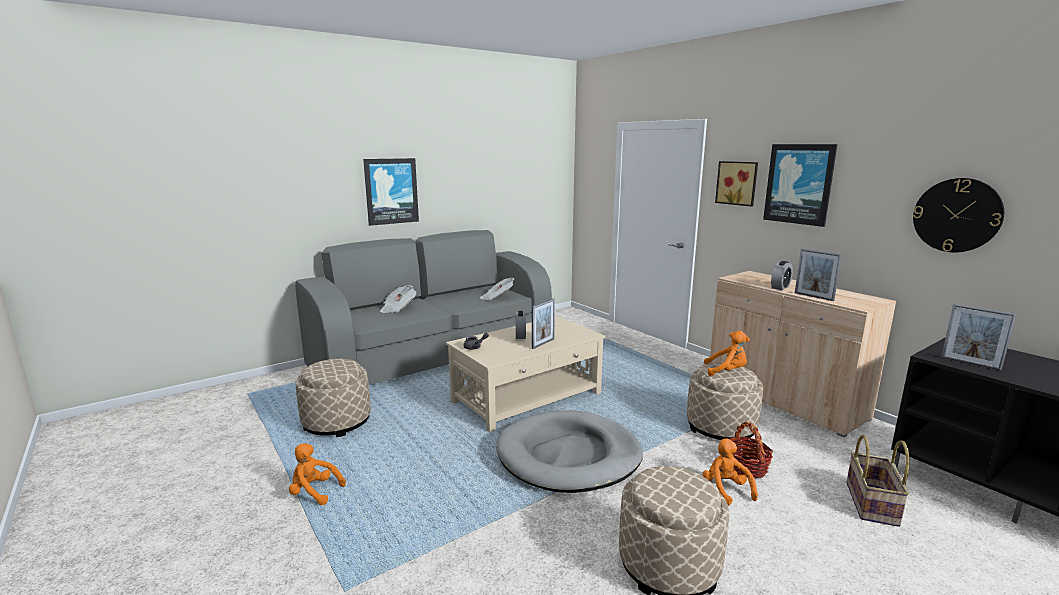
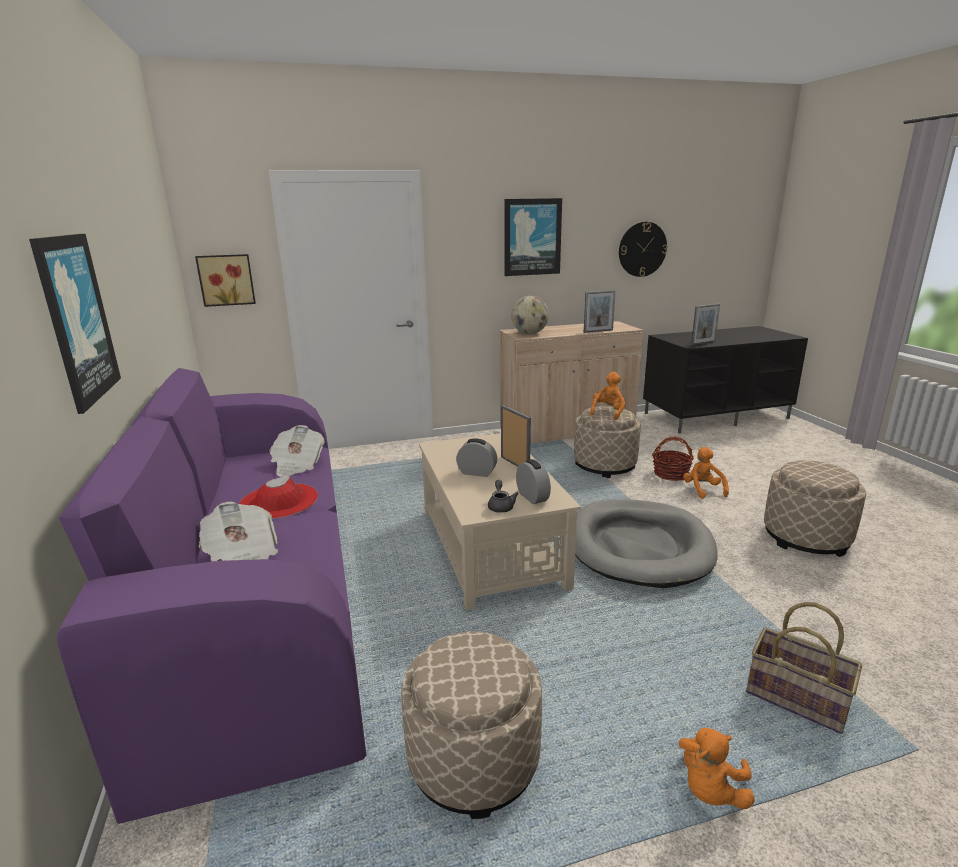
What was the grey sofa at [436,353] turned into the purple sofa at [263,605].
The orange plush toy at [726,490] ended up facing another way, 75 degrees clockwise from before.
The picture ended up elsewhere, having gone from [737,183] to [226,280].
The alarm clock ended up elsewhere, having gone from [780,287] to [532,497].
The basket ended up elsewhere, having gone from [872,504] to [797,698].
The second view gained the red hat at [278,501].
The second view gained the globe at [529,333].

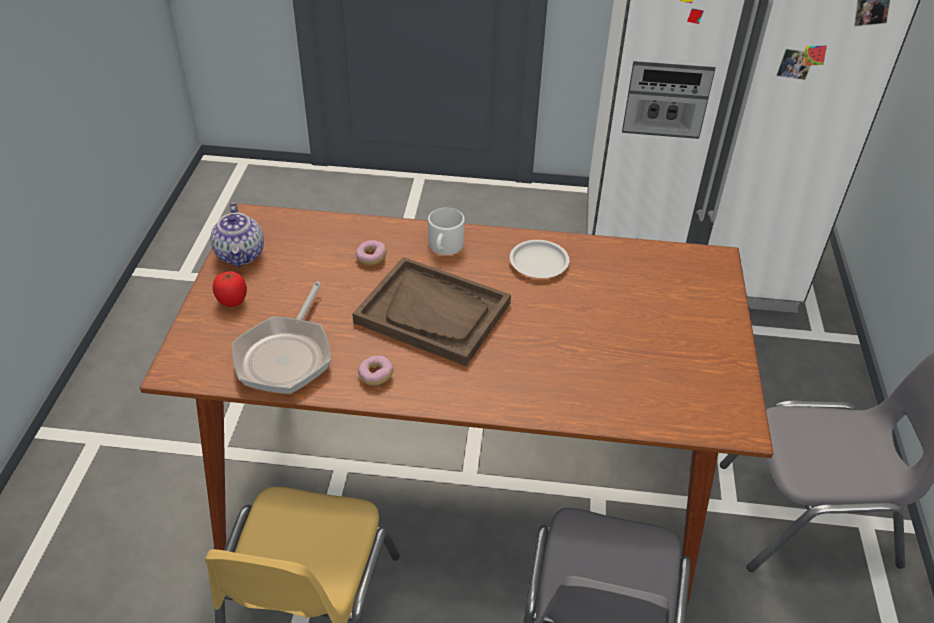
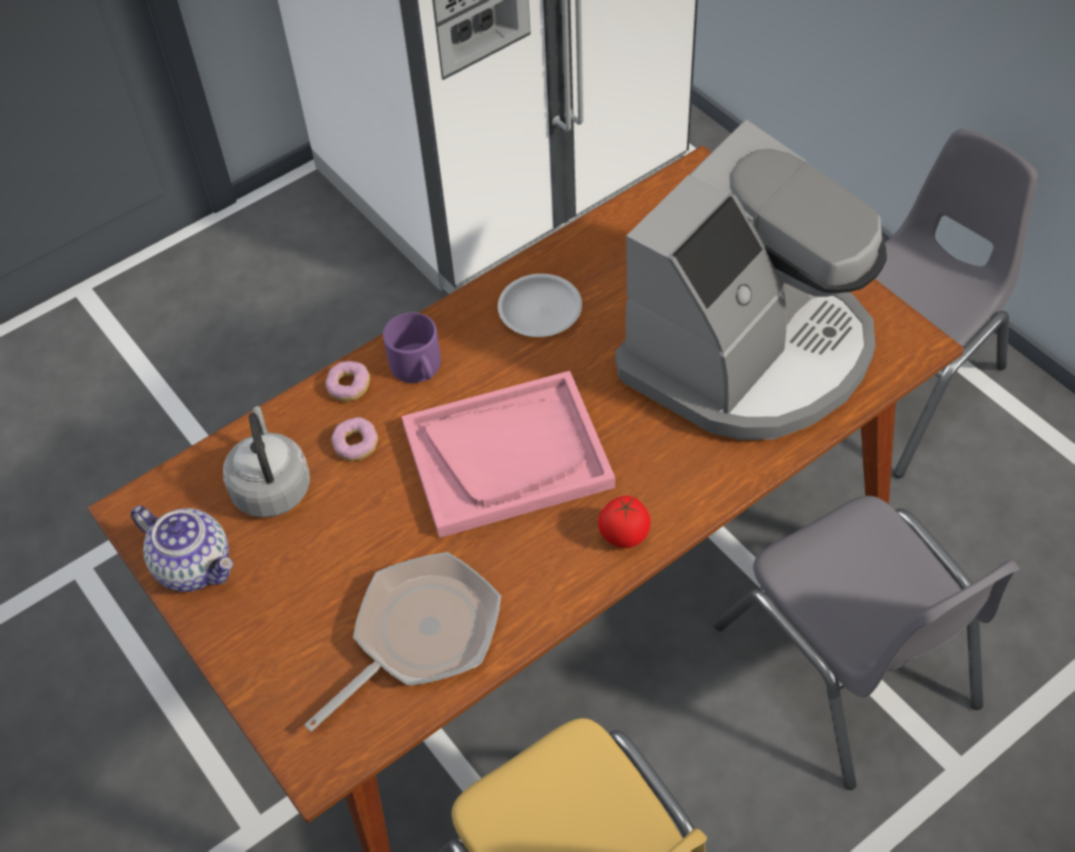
The tomato ended up elsewhere, having gone from [232,301] to [624,536].
The frying pan at [286,355] ended up facing another way, 105 degrees counterclockwise from before.
What was the brown tray at [433,313] turned into the pink tray at [507,456].
The donut ended up elsewhere, having gone from [376,376] to [349,387].
What was the white mug at [444,246] turned into the purple mug at [418,367].
The second view gained the grey kettle at [271,486].
The second view gained the coffee machine at [749,353].

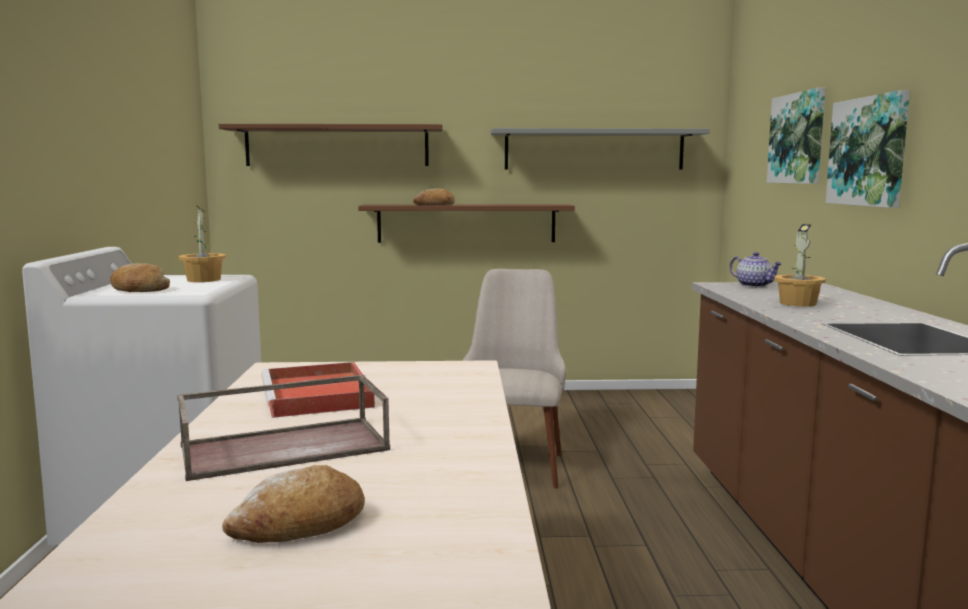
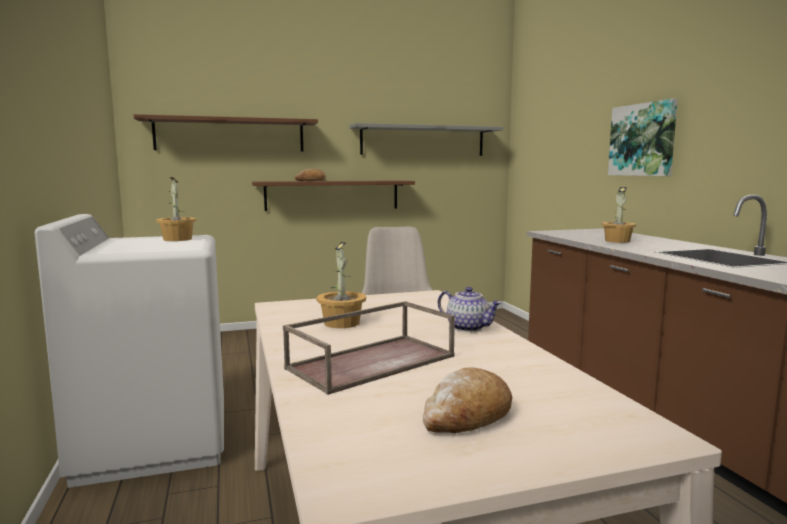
The second view lost the bread at [138,290].
Where the red tray stood at [318,396], the potted plant came to stand at [342,323].
The teapot ended up elsewhere, having gone from [754,285] to [468,327].
The second view lost the picture at [798,138].

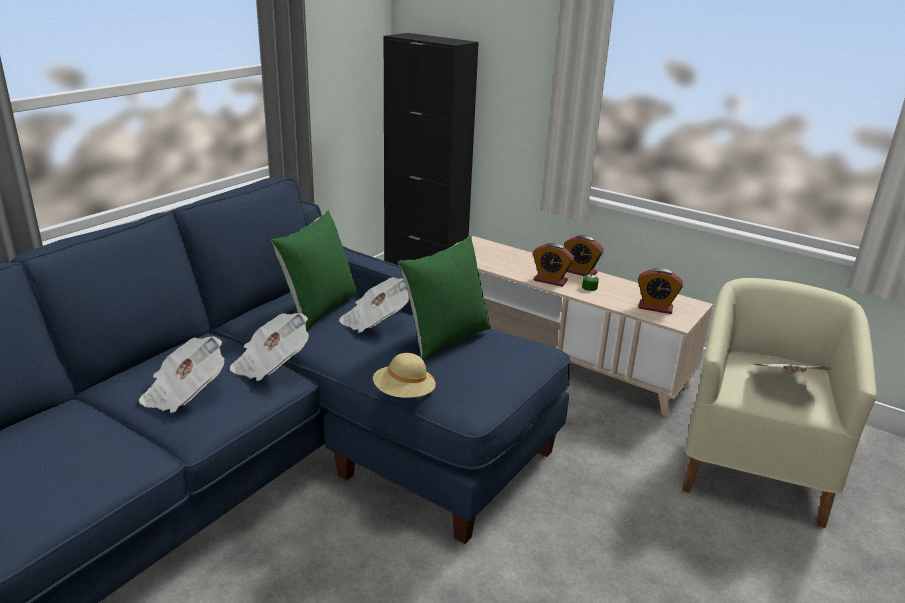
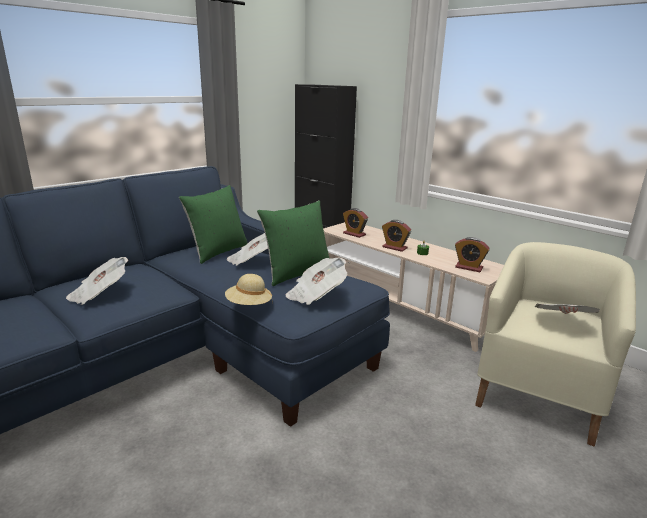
The newspaper ended up elsewhere, having gone from [271,364] to [316,295].
The alarm clock ended up elsewhere, having gone from [580,272] to [354,234].

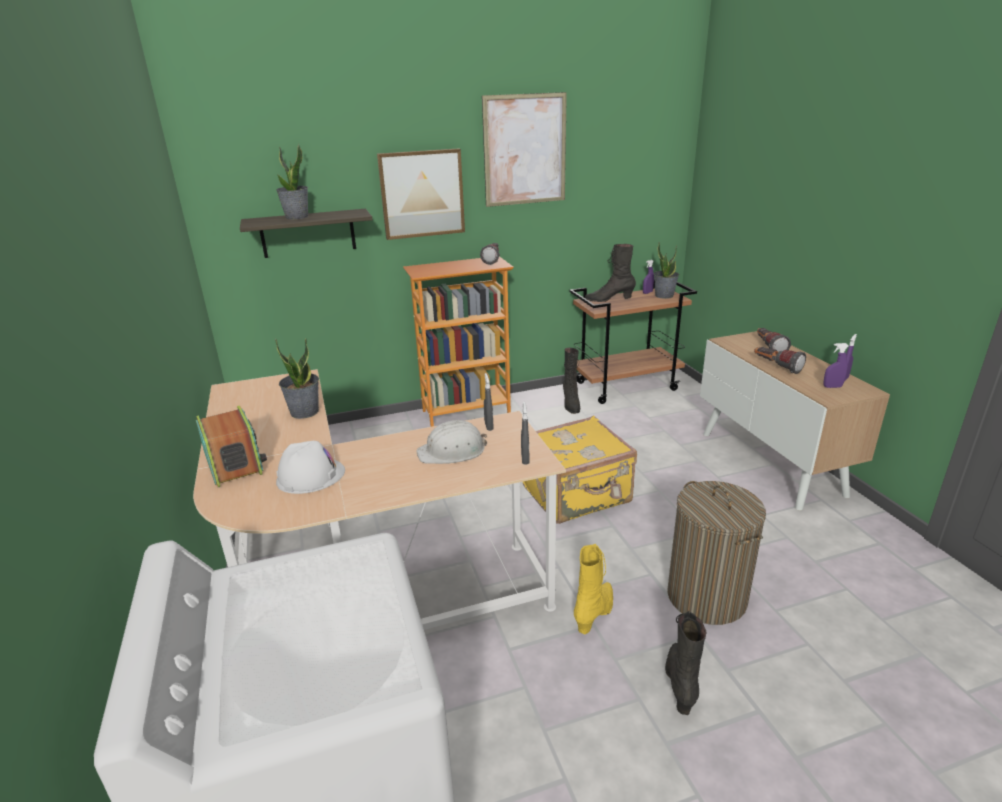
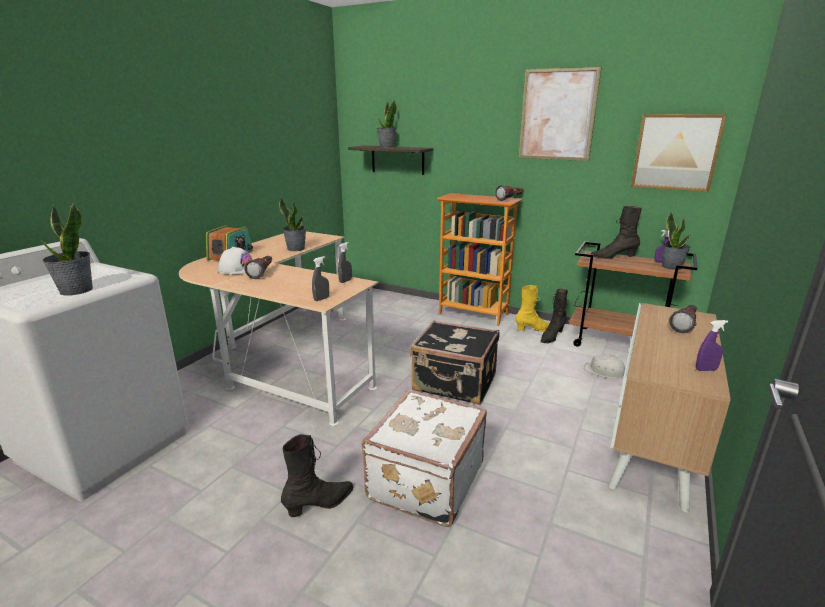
The picture ended up elsewhere, having gone from [422,194] to [675,152].
The white hard hat ended up elsewhere, having gone from [452,451] to [605,371].
What was the yellow suitcase at [577,495] turned into the black suitcase at [455,384].
The yellow boot ended up elsewhere, having gone from [595,613] to [534,329].
The black boot at [609,299] ended up facing another way, 45 degrees counterclockwise from before.
Where the laundry basket stood at [706,597], the white suitcase came to stand at [424,481].
The flashlight ended up elsewhere, having gone from [776,367] to [263,273].
The second view lost the purple spray bottle at [832,387].
The second view gained the potted plant at [76,290].

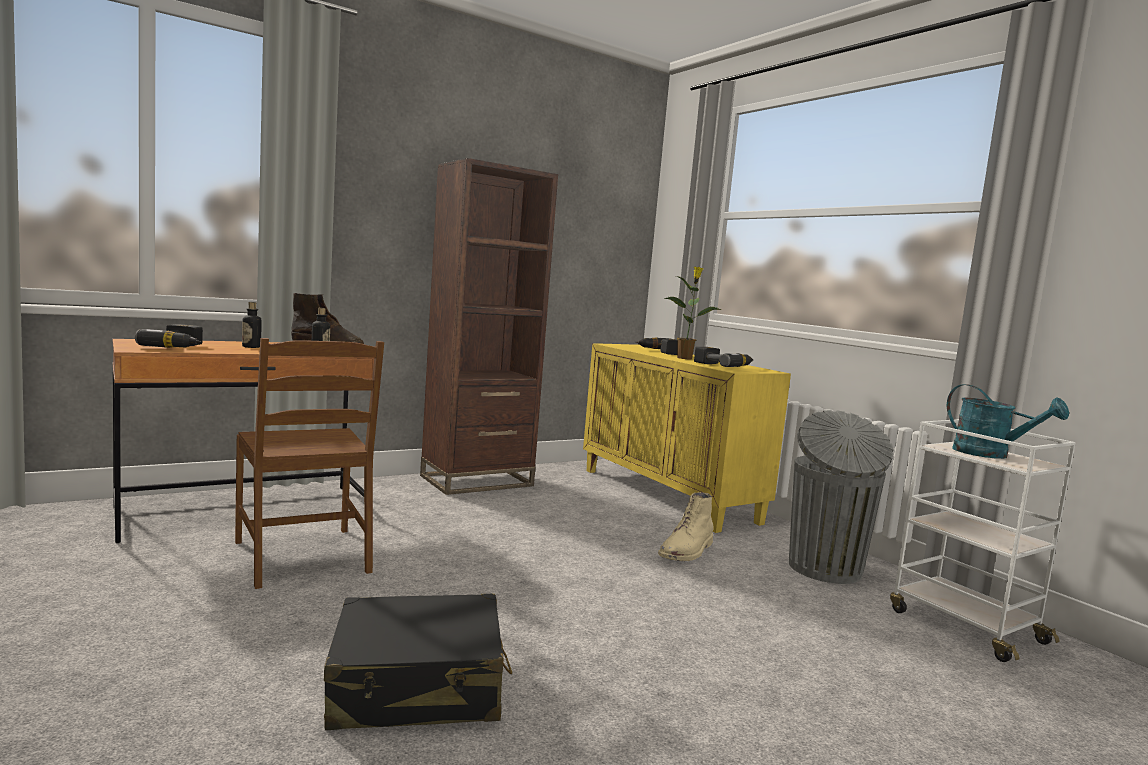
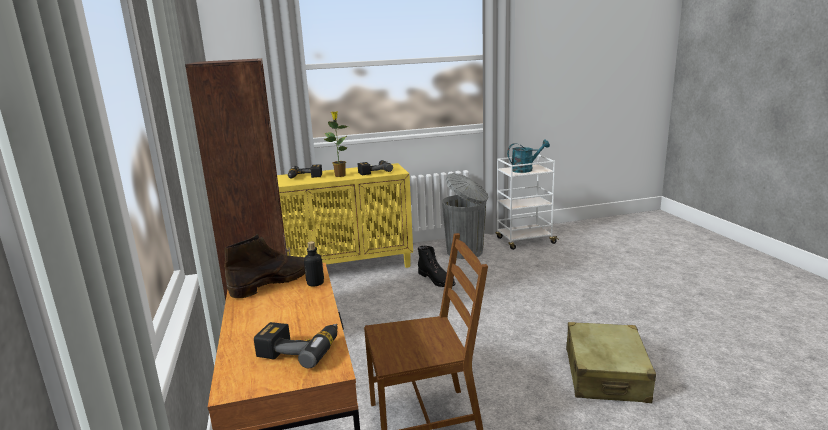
The second view lost the bottle at [251,347].
What was the black suitcase at [417,687] turned into the beige suitcase at [605,375].
What was the beige boot at [687,551] turned into the black boot at [437,280].

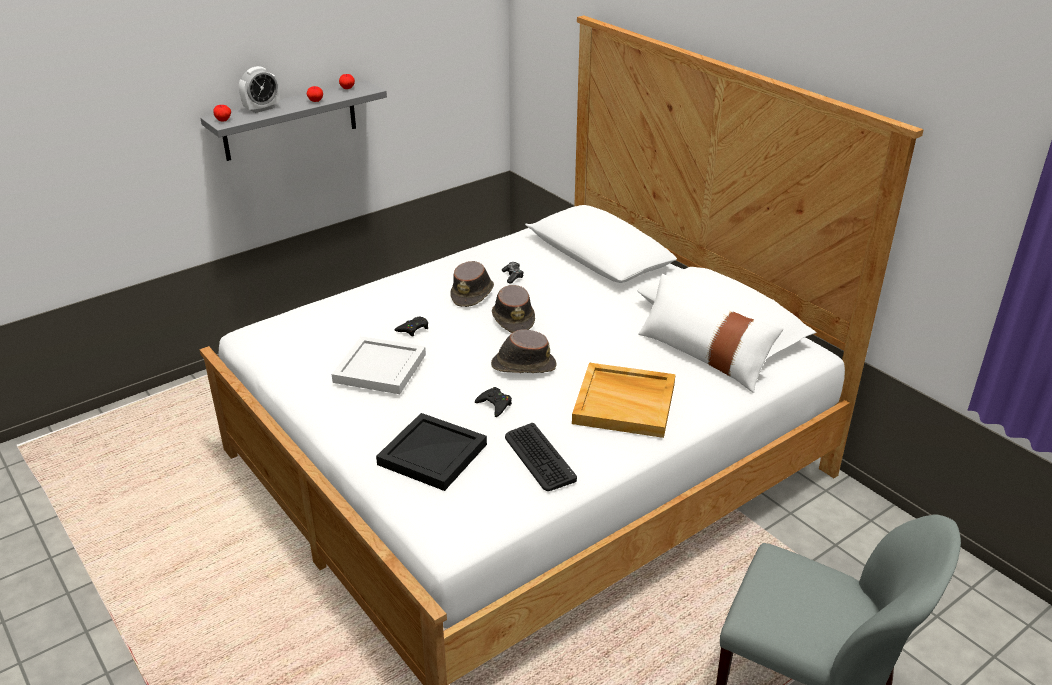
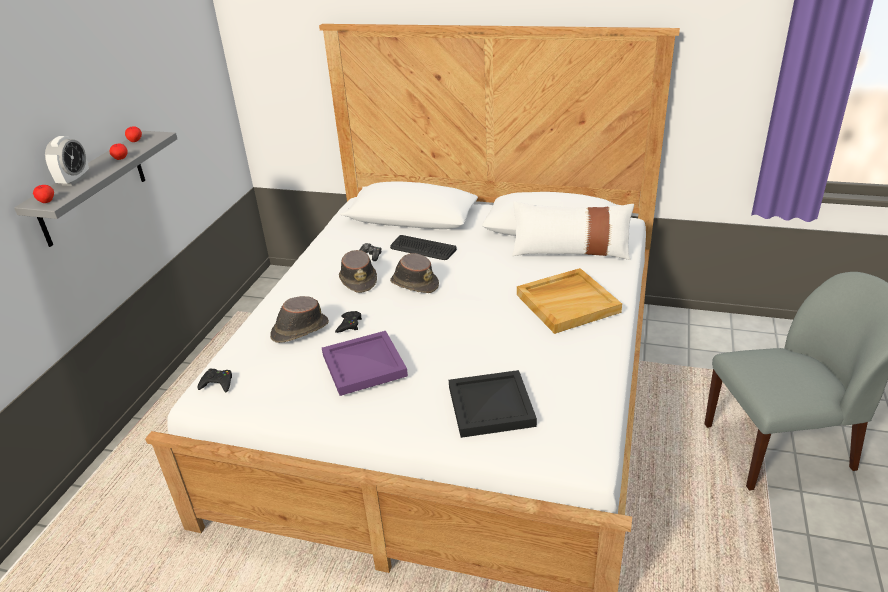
What was the white tray at [378,368] turned into the purple tray at [363,366].
The black game controller ended up elsewhere, having gone from [495,405] to [217,383].
The brown hat ended up elsewhere, having gone from [523,365] to [299,330].
The keyboard ended up elsewhere, having gone from [539,458] to [422,249].

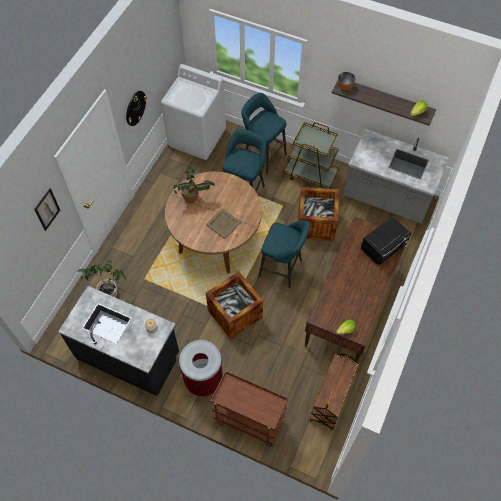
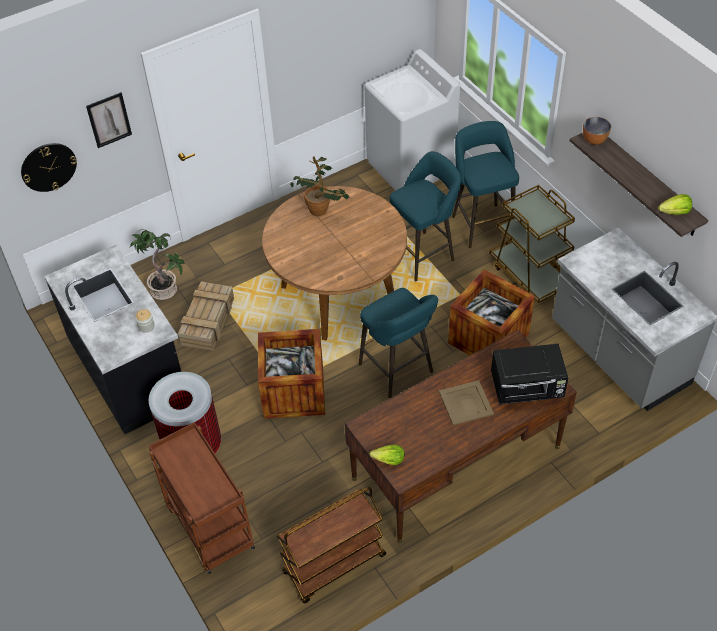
The wall clock ended up elsewhere, having gone from [135,108] to [48,167].
The beige tray ended up elsewhere, having gone from [223,223] to [466,403].
The second view gained the crate at [208,323].

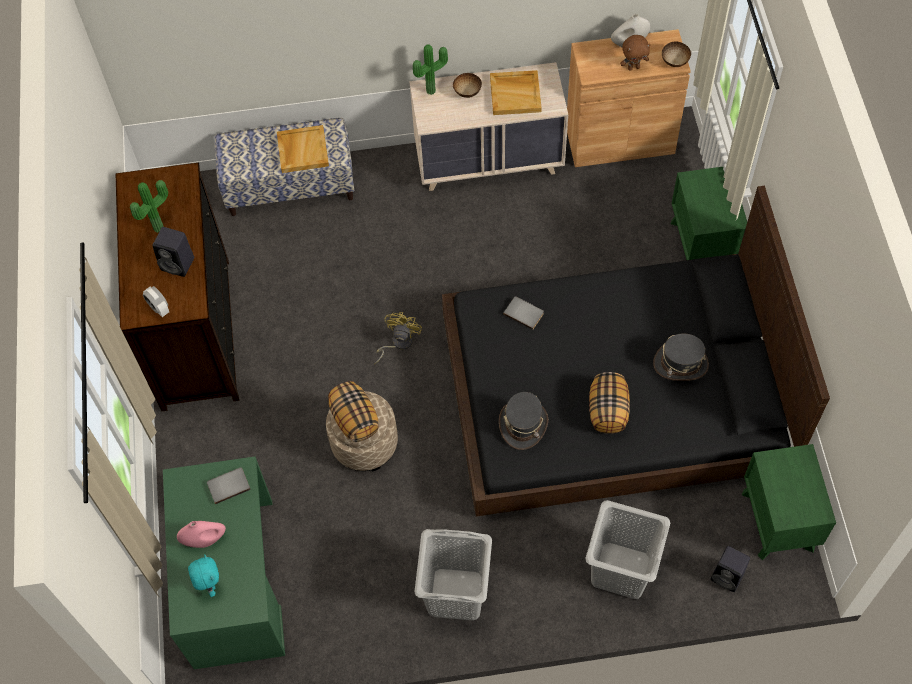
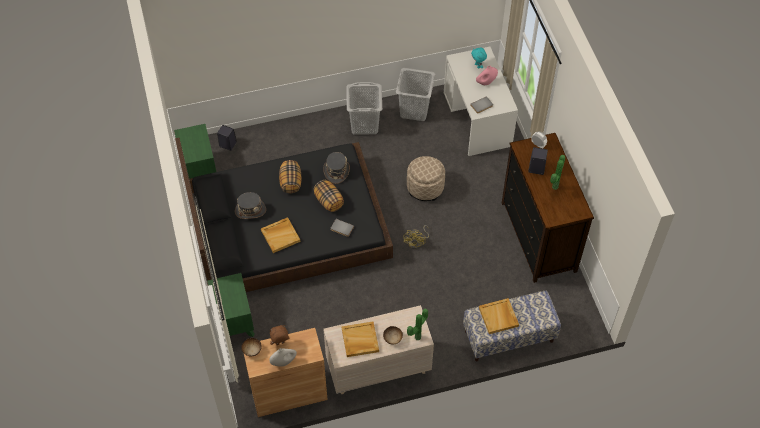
What was the green desk at [234,582] turned into the white desk at [477,119].
The pillow ended up elsewhere, having gone from [354,419] to [329,201].
The grey laundry basket ended up elsewhere, having gone from [621,570] to [414,110].
The second view gained the beige tray at [280,235].

